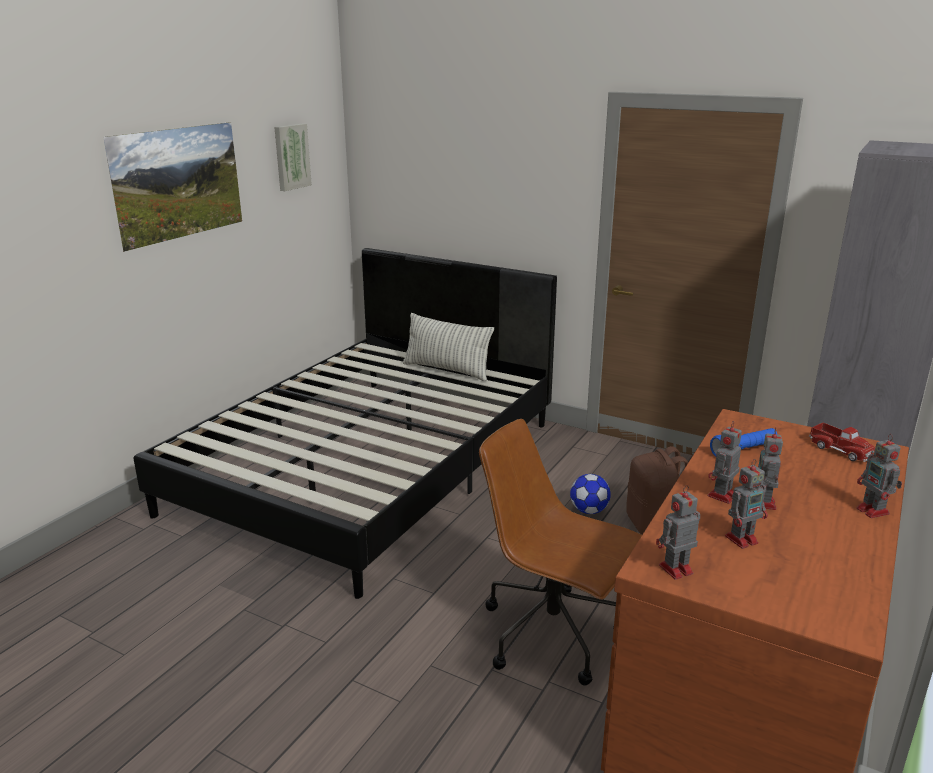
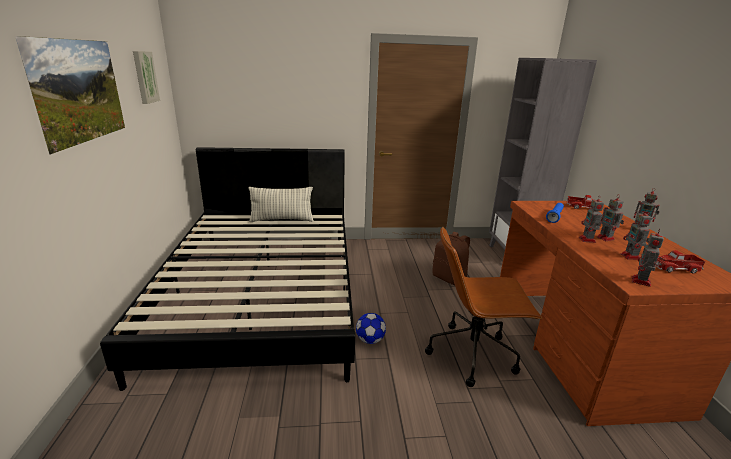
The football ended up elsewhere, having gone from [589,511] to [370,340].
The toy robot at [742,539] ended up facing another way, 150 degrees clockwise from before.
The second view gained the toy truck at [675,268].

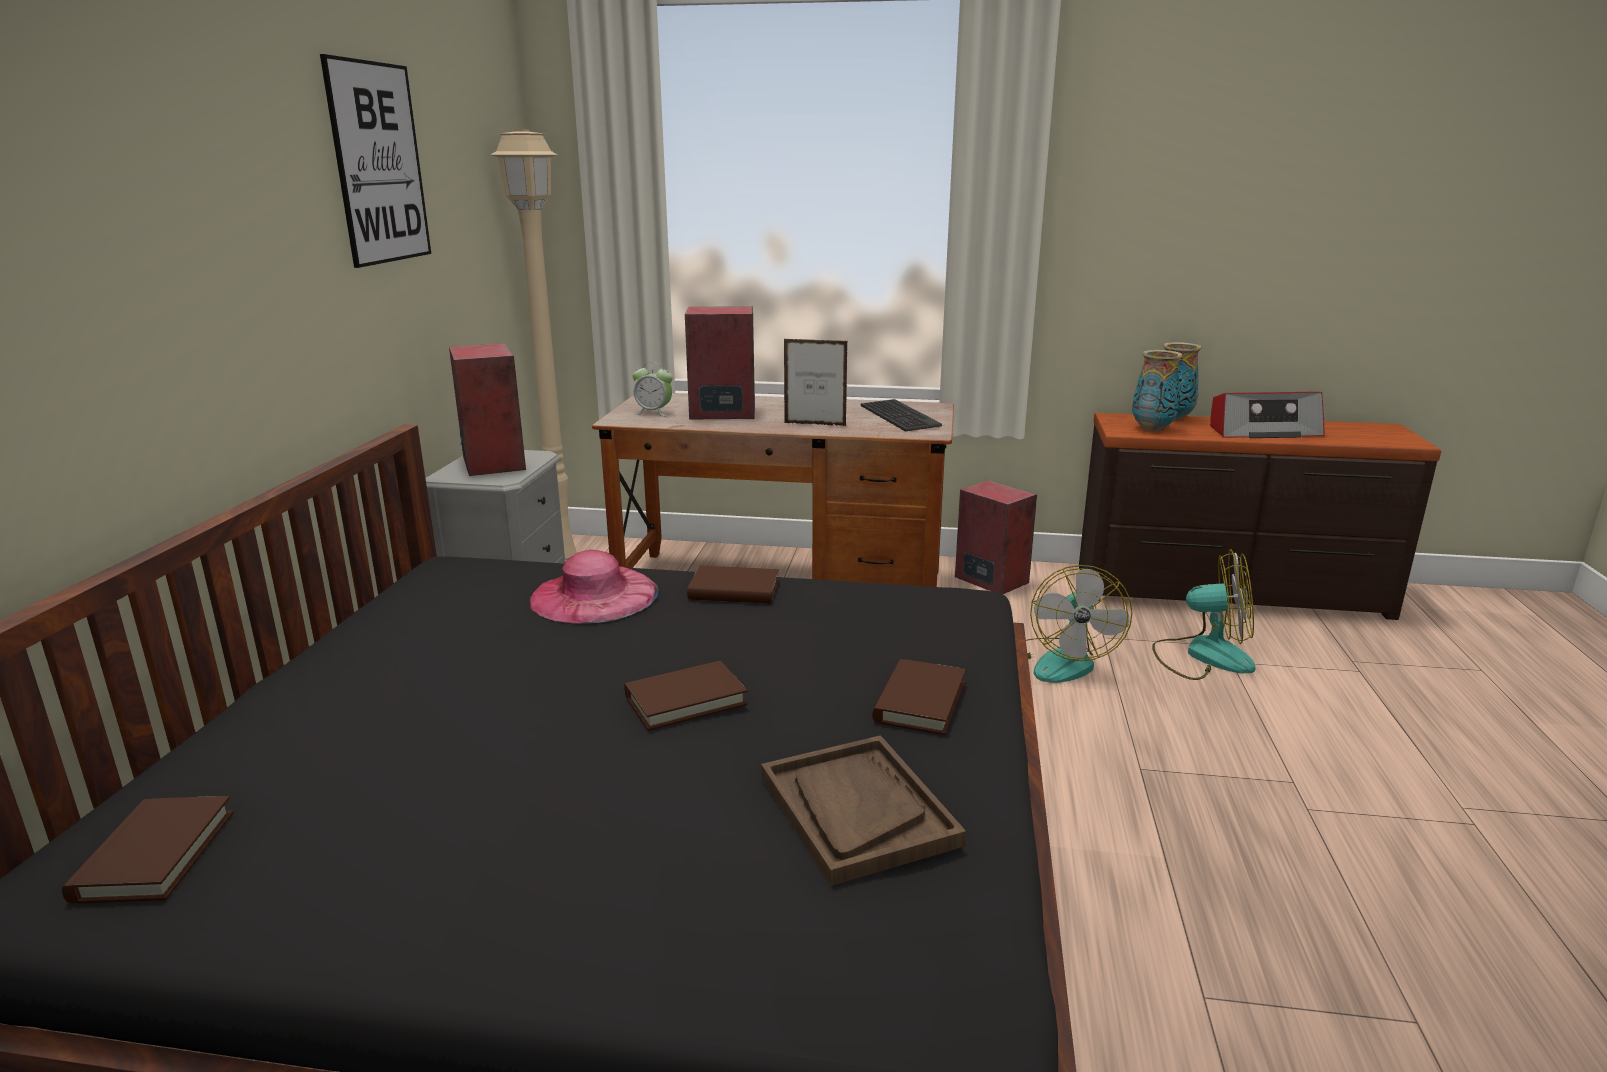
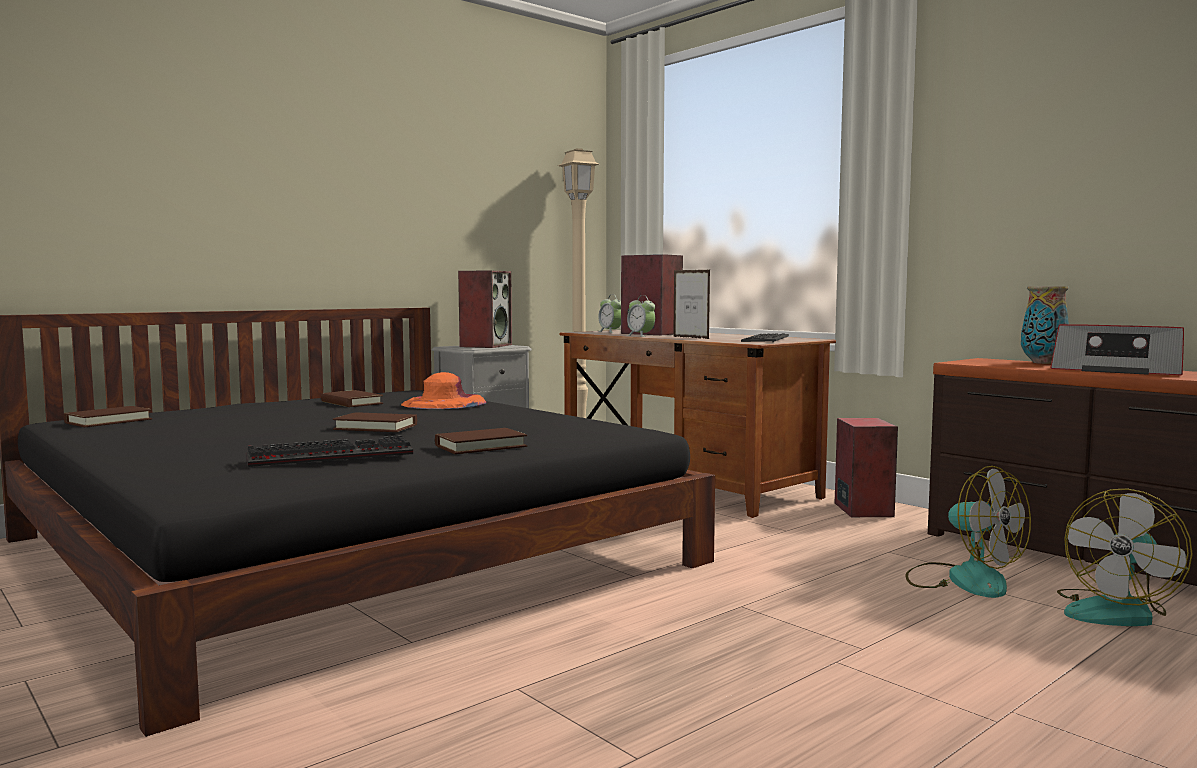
The second view lost the picture at [379,163].
What was the pink hat at [594,595] turned into the orange hat at [444,403].
The brown book ended up elsewhere, having gone from [734,590] to [351,403].
Where the brown tray stood at [857,810], the keyboard came to stand at [333,455].
The fan ended up elsewhere, having gone from [1061,661] to [1116,611].
The second view lost the vase at [1152,429].
The second view gained the alarm clock at [641,335].

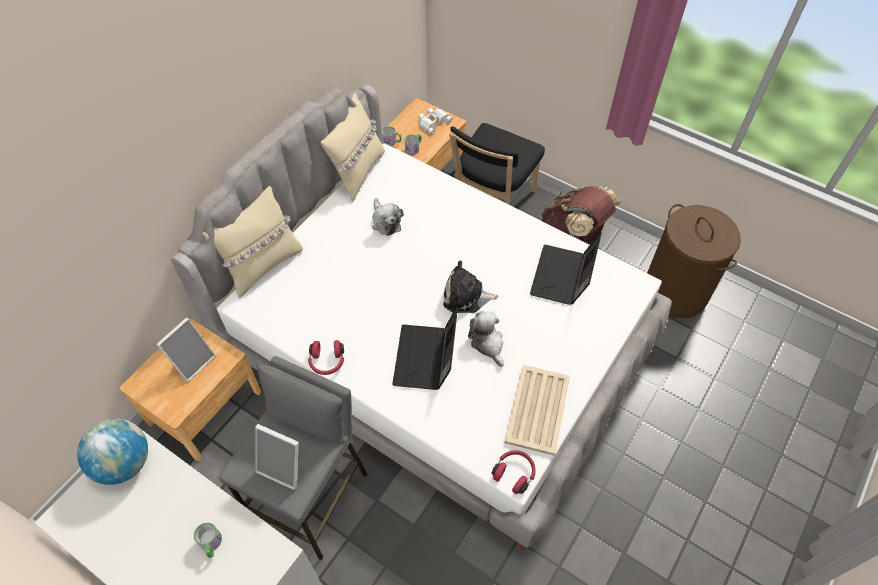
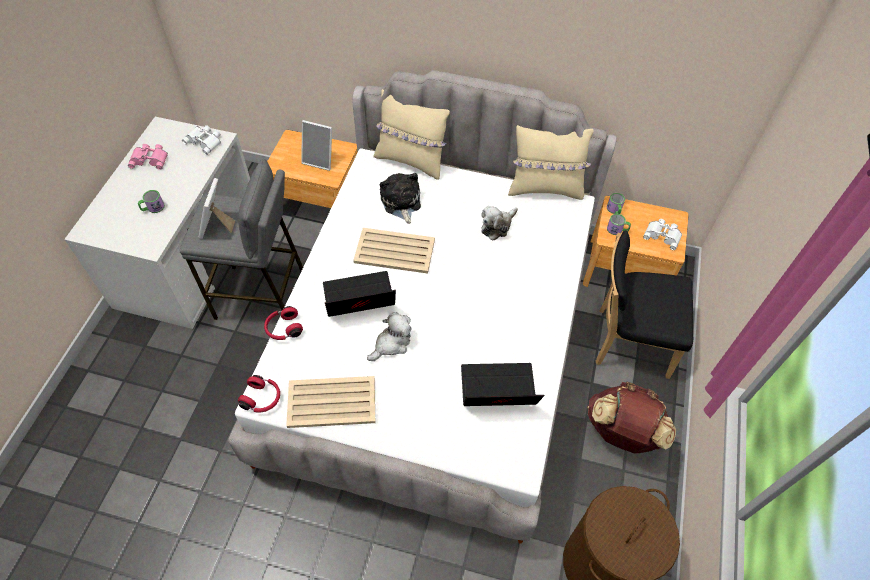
Where the globe stood at [124,463], the white binoculars came to stand at [205,141].
The red headphones ended up elsewhere, having gone from [327,362] to [283,328].
The plush toy ended up elsewhere, having gone from [466,296] to [401,203].
The second view gained the pink binoculars at [150,159].
The second view gained the beige tray at [394,251].

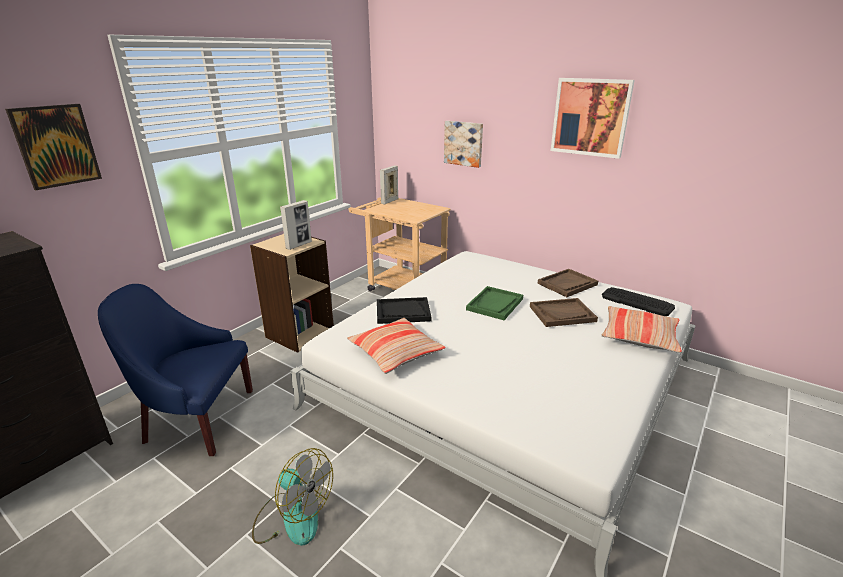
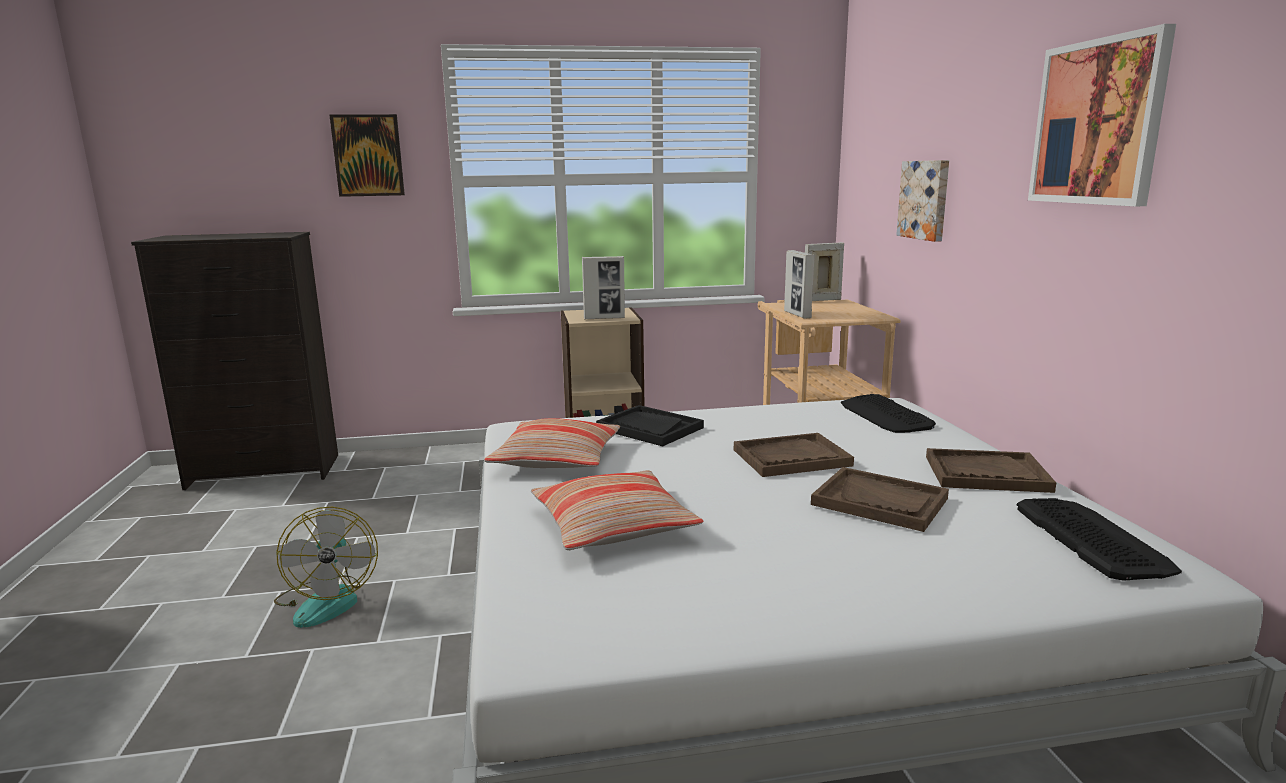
The second view lost the blue armchair at [196,419].
What was the green tray at [495,304] turned into the brown tray at [791,458].
The pillow ended up elsewhere, having gone from [639,336] to [613,525].
The second view gained the picture frame at [797,314].
The second view gained the keyboard at [885,415].

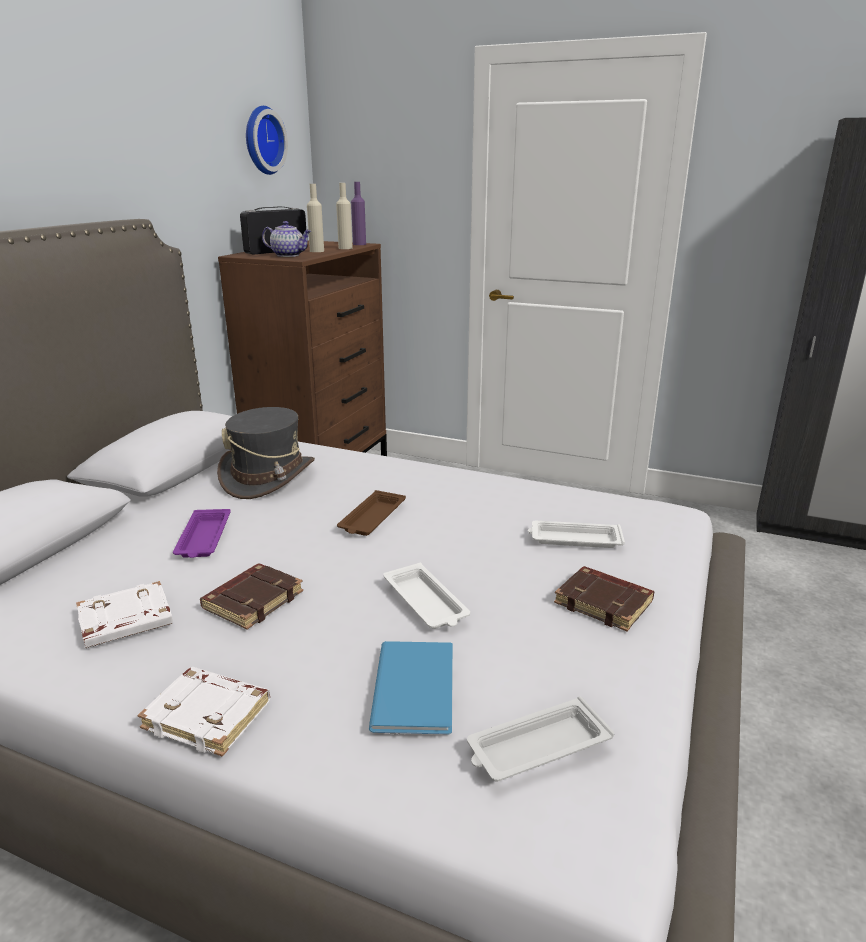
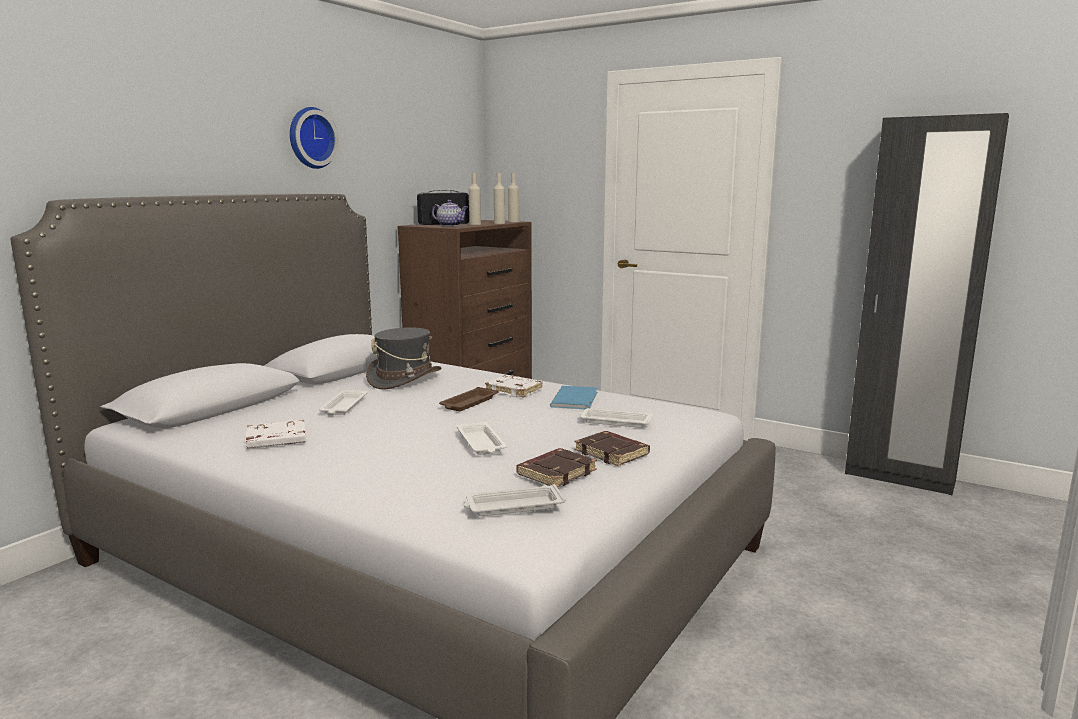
The white book ended up elsewhere, having gone from [209,715] to [515,390].
What was the purple tray at [203,539] turned into the white tray at [343,407].
The brown book ended up elsewhere, having gone from [253,600] to [556,473].
The wall clock ended up elsewhere, having gone from [261,140] to [310,138].
What was the purple bottle at [359,244] turned into the beige bottle at [513,221].
The blue book ended up elsewhere, having gone from [418,685] to [576,398].

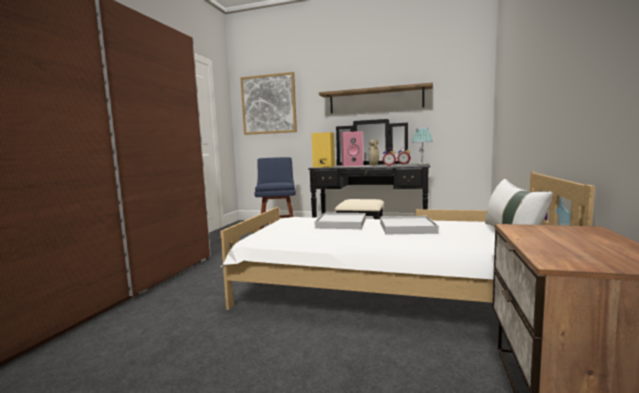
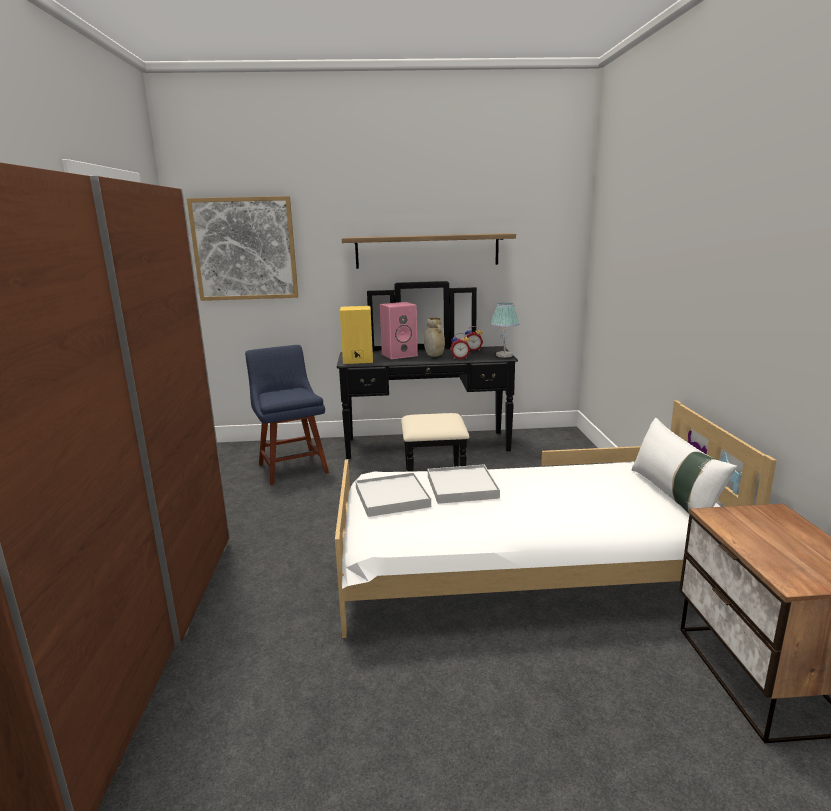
The white tray ended up elsewhere, having gone from [407,228] to [392,497].

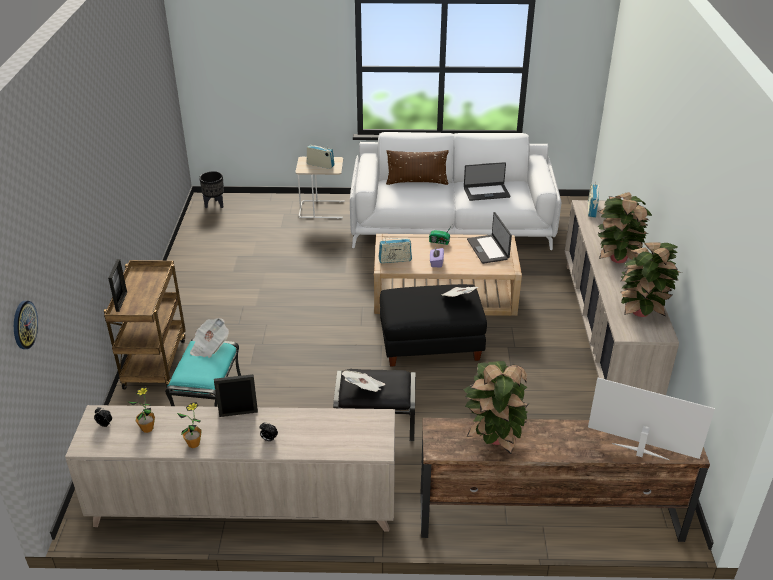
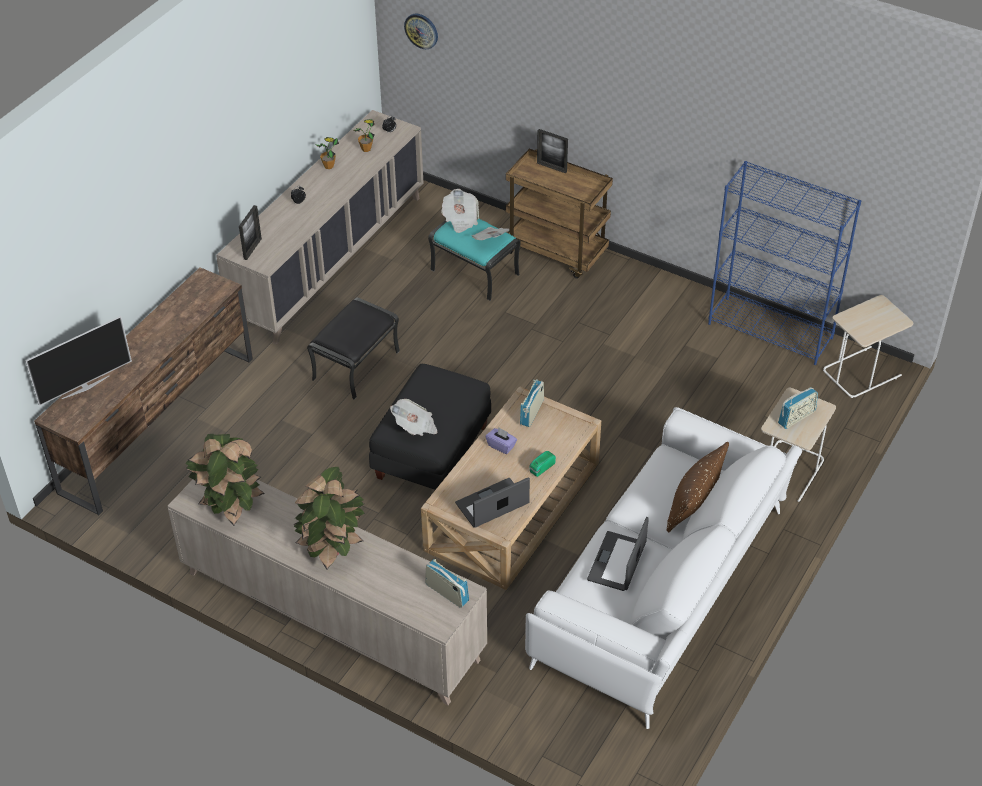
Where the black planter stood at [214,205], the beige side table came to stand at [861,372].
The picture frame ended up elsewhere, having gone from [238,413] to [252,249].
The newspaper ended up elsewhere, having gone from [364,389] to [460,219].
The second view lost the potted plant at [493,438].
The laptop at [488,249] ended up facing another way, 45 degrees counterclockwise from before.
The second view gained the blue bookcase at [771,331].

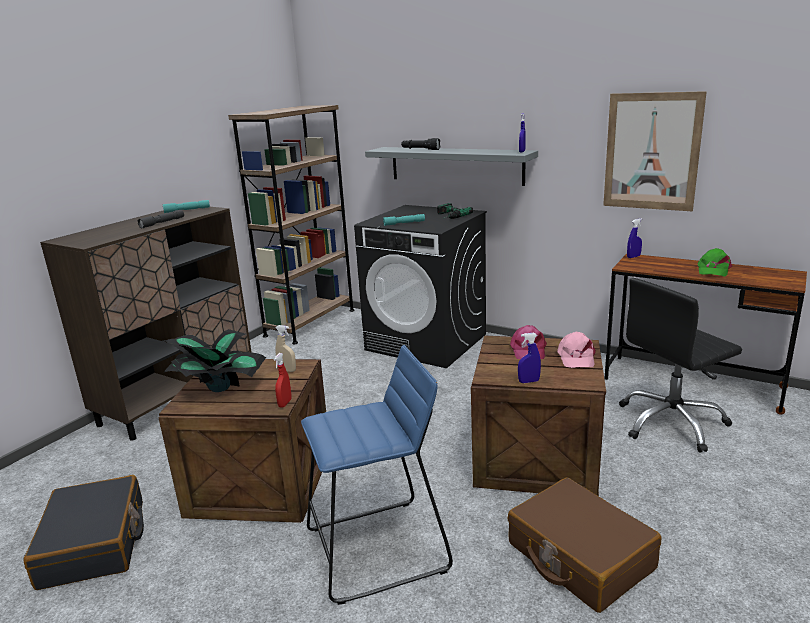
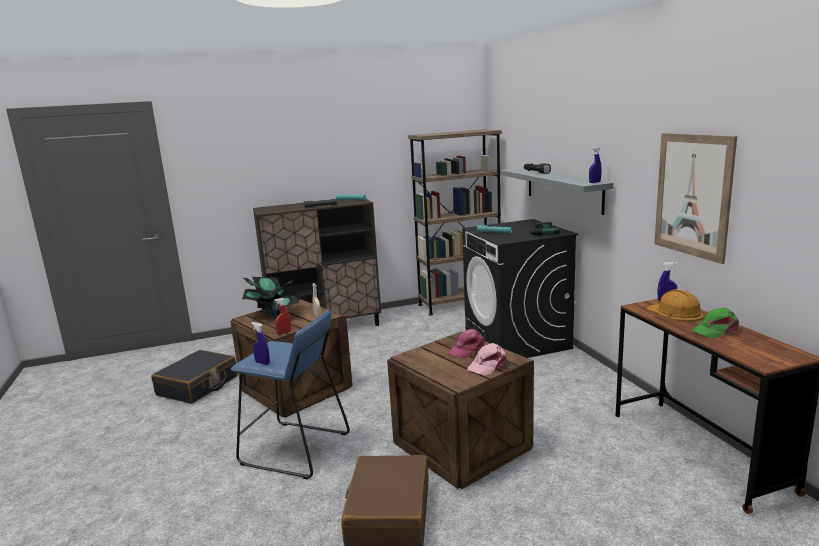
The blue spray bottle ended up elsewhere, having gone from [528,381] to [262,363].
The second view lost the black office chair at [671,423].
The second view gained the orange hard hat at [675,312].

